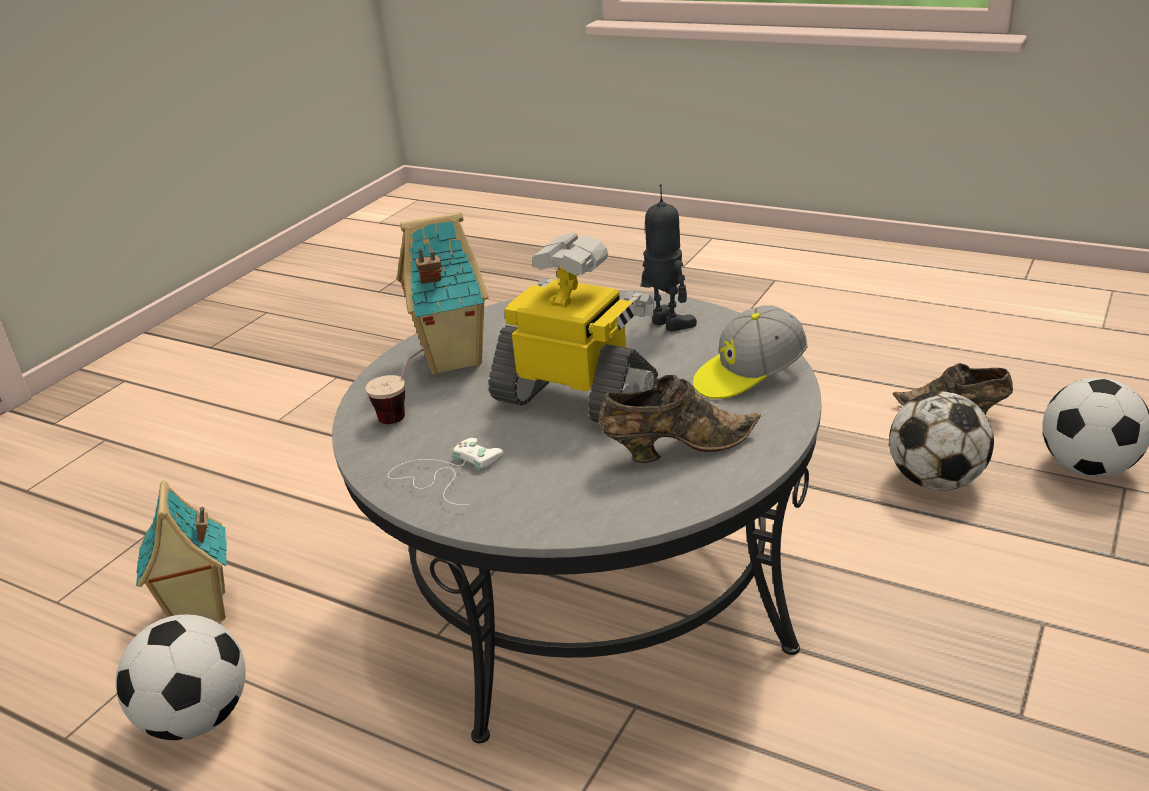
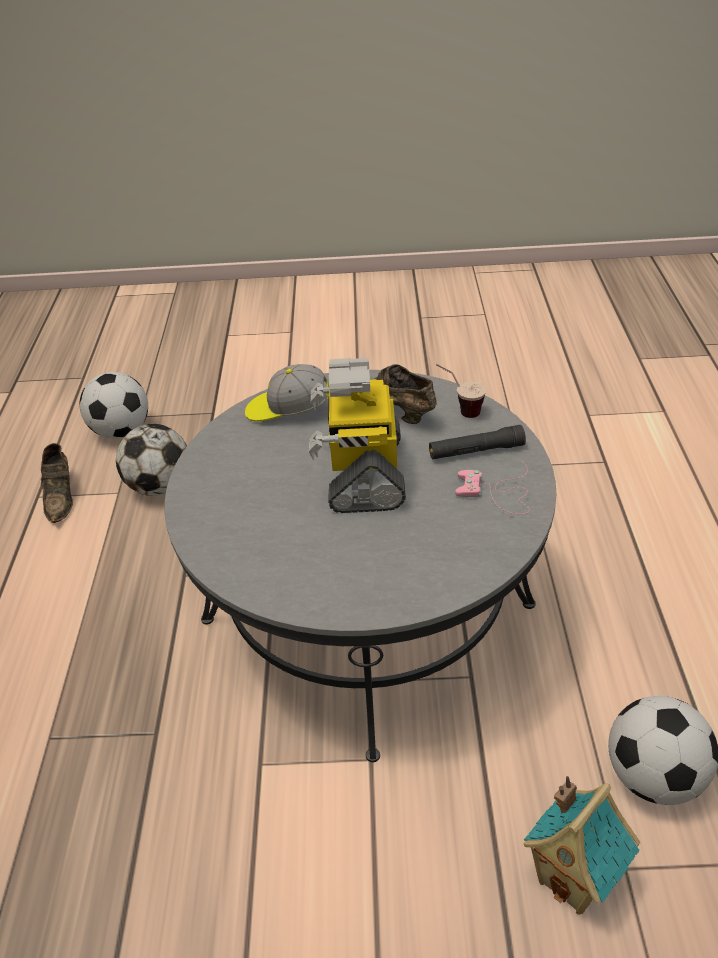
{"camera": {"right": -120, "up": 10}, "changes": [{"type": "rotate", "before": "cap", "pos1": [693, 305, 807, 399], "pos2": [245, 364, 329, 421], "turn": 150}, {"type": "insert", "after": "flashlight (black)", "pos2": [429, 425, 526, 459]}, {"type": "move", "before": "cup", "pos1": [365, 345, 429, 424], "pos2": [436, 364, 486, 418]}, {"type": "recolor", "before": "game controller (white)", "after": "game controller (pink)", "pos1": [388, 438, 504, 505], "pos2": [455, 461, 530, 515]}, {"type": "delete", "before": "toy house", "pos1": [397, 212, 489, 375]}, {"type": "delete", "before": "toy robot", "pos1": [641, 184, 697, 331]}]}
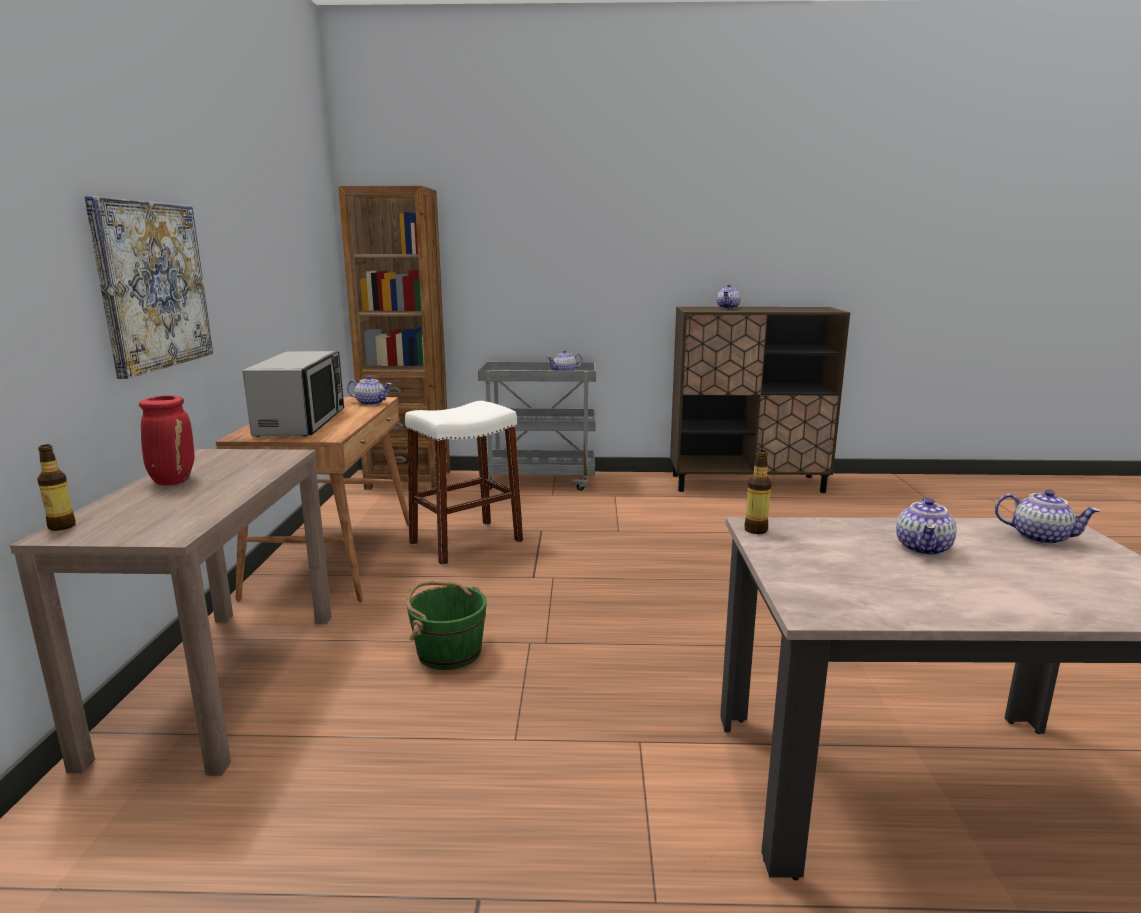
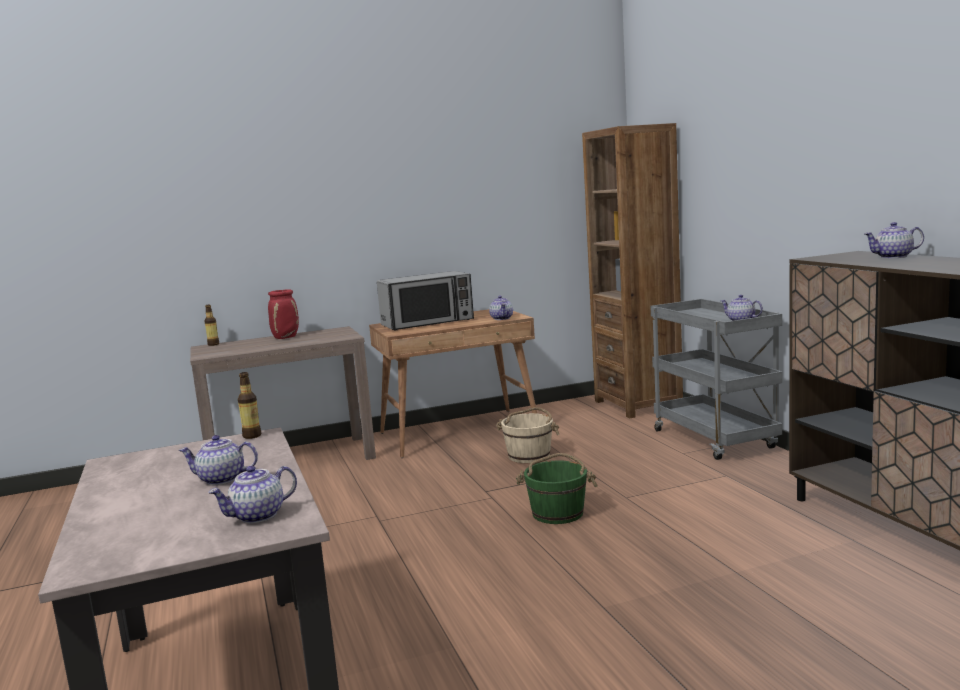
{"camera": {"right": 70, "up": -5}, "changes": [{"type": "rotate", "before": "teapot", "pos1": [995, 490, 1100, 545], "pos2": [209, 466, 297, 523], "turn": 45}, {"type": "replace", "before": "stool (white)", "after": "bucket (beige)", "pos1": [405, 401, 523, 565], "pos2": [496, 407, 559, 463]}, {"type": "move", "before": "bucket (green)", "pos1": [406, 581, 487, 670], "pos2": [516, 453, 598, 524]}, {"type": "delete", "before": "picture", "pos1": [84, 196, 213, 379]}]}
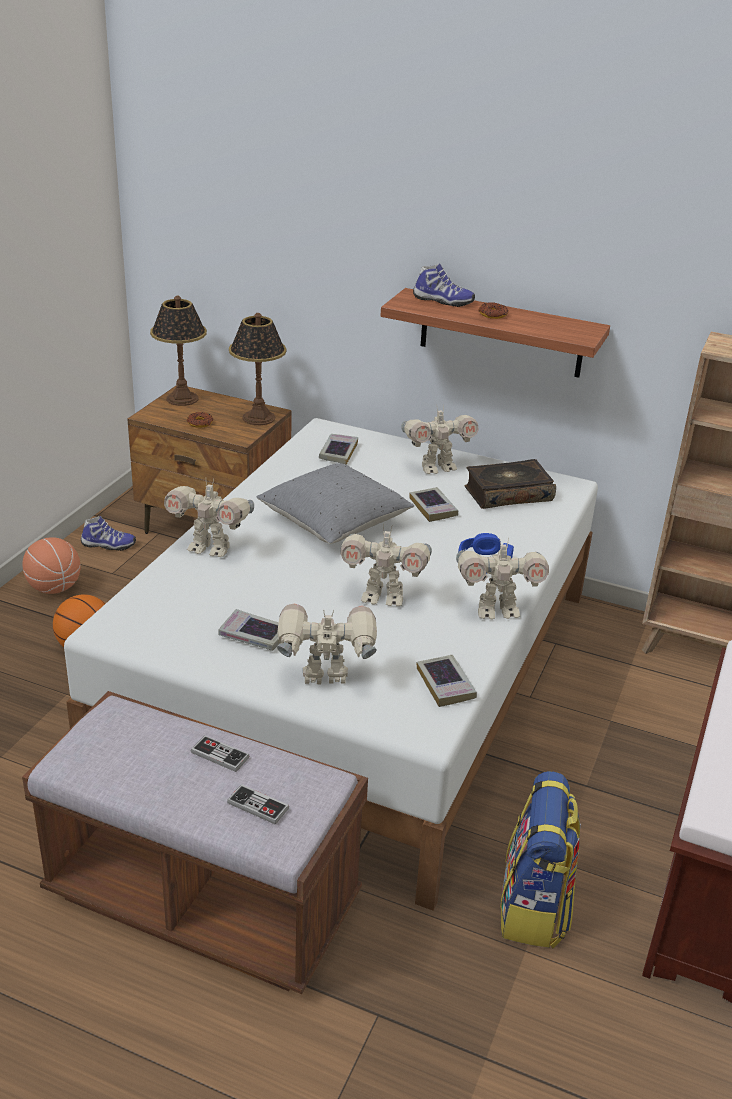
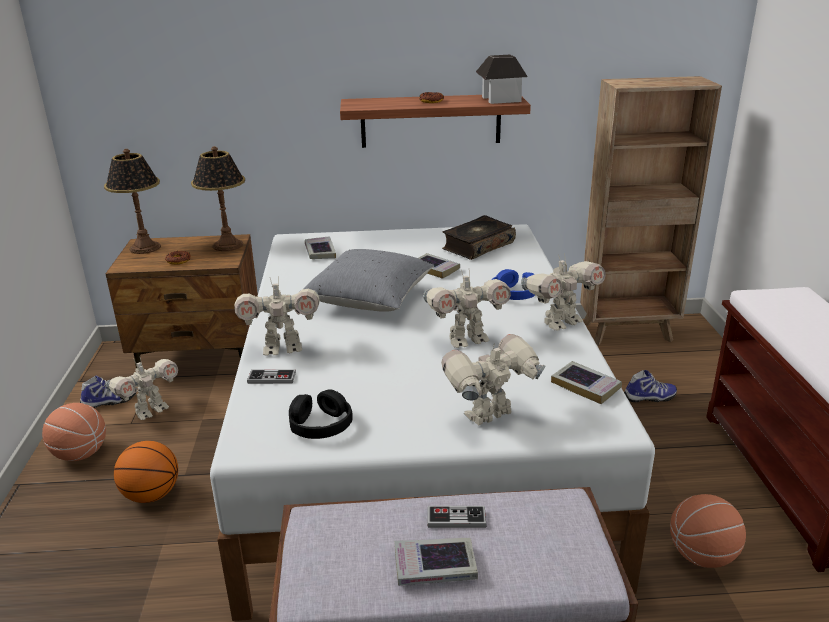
{"camera": {"right": -25, "up": -5}, "changes": [{"type": "move", "before": "toy robot", "pos1": [401, 404, 479, 474], "pos2": [106, 358, 178, 420]}, {"type": "move", "before": "game controller", "pos1": [227, 784, 289, 825], "pos2": [247, 369, 296, 384]}, {"type": "insert", "after": "headphones (black)", "pos2": [289, 389, 353, 439]}, {"type": "move", "before": "book", "pos1": [218, 609, 280, 651], "pos2": [394, 538, 478, 586]}, {"type": "insert", "after": "toy house", "pos2": [476, 55, 528, 104]}, {"type": "move", "before": "shoe", "pos1": [413, 264, 475, 307], "pos2": [624, 370, 677, 402]}, {"type": "replace", "before": "backpack", "after": "basketball", "pos1": [500, 771, 581, 948], "pos2": [670, 494, 746, 568]}]}
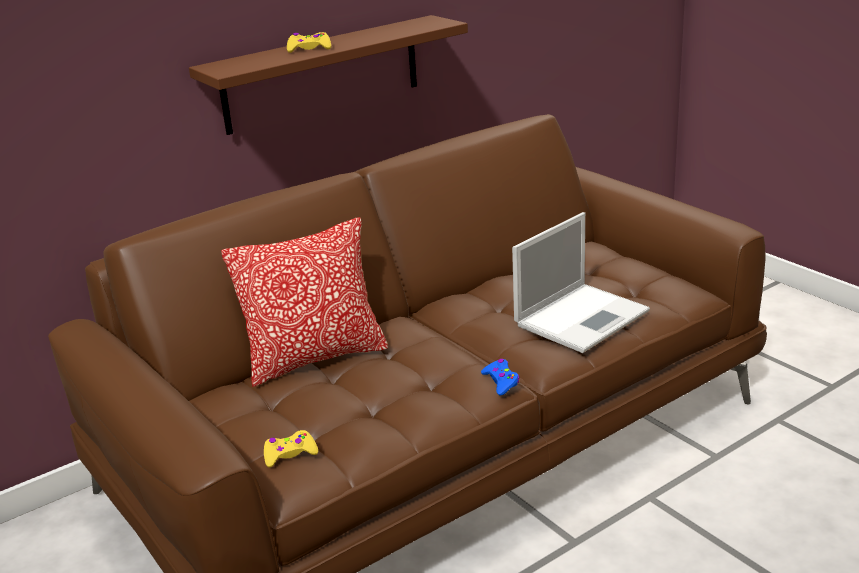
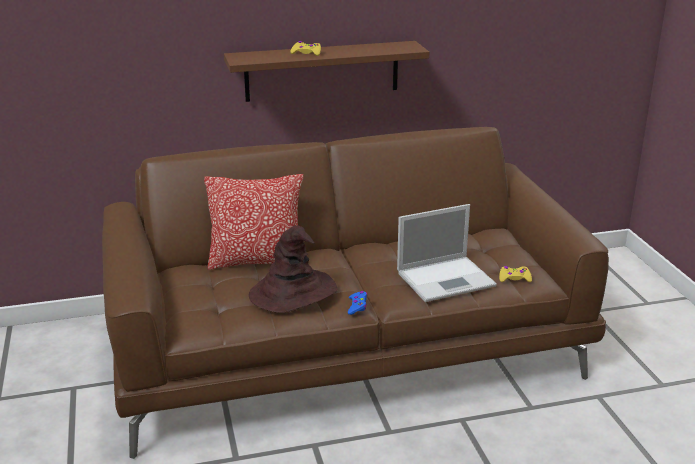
{"camera": {"right": 20, "up": 0}, "changes": [{"type": "insert", "after": "hat (brown)", "pos2": [249, 225, 338, 313]}, {"type": "move", "before": "game controller (yellow)", "pos1": [264, 430, 318, 467], "pos2": [499, 266, 532, 282]}]}
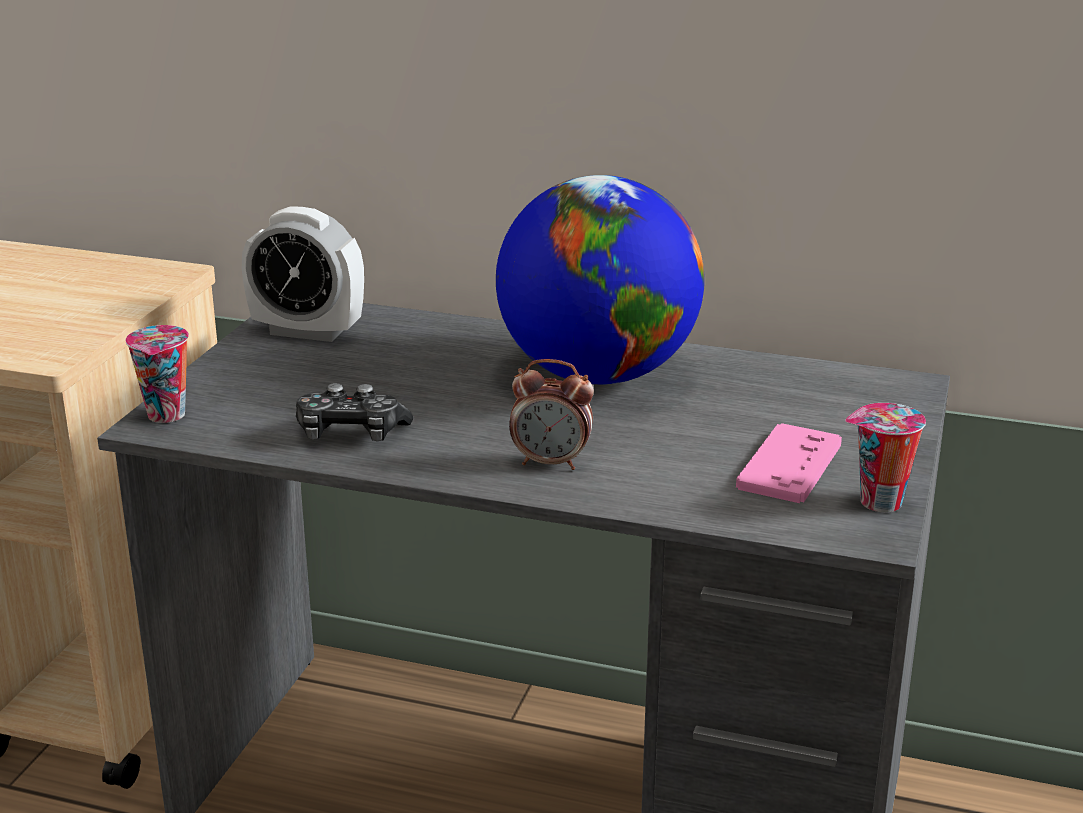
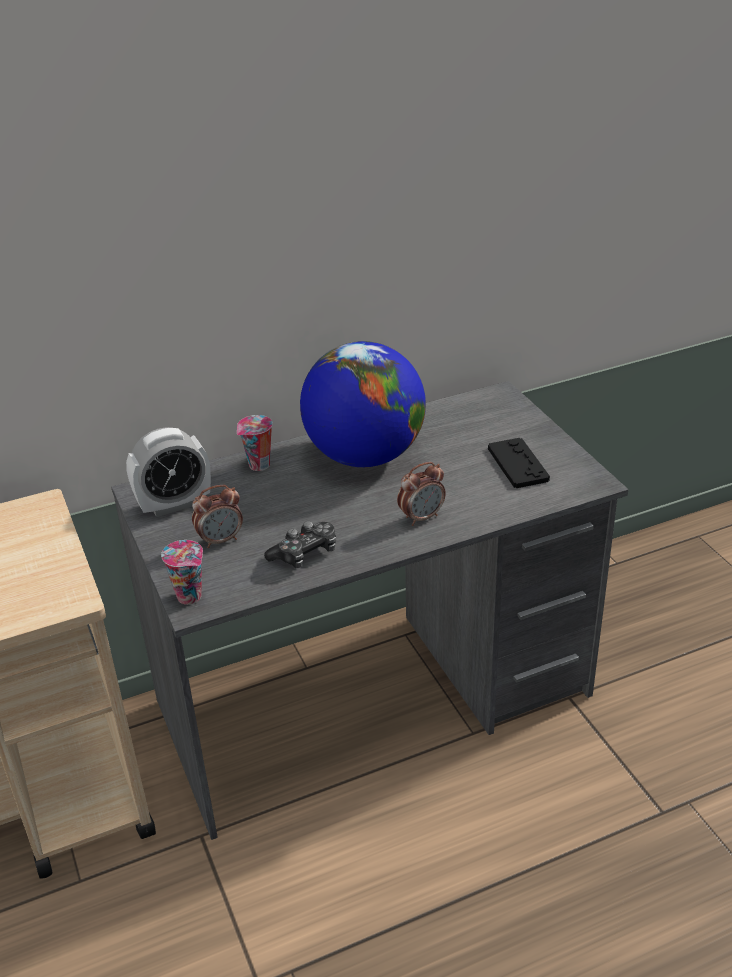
{"camera": {"right": -40, "up": 10}, "changes": [{"type": "insert", "after": "alarm clock", "pos2": [192, 485, 243, 548]}, {"type": "move", "before": "cup", "pos1": [845, 403, 926, 512], "pos2": [237, 415, 273, 471]}, {"type": "recolor", "before": "game controller (pink)", "after": "game controller (black)", "pos1": [736, 423, 842, 503], "pos2": [488, 438, 550, 488]}]}
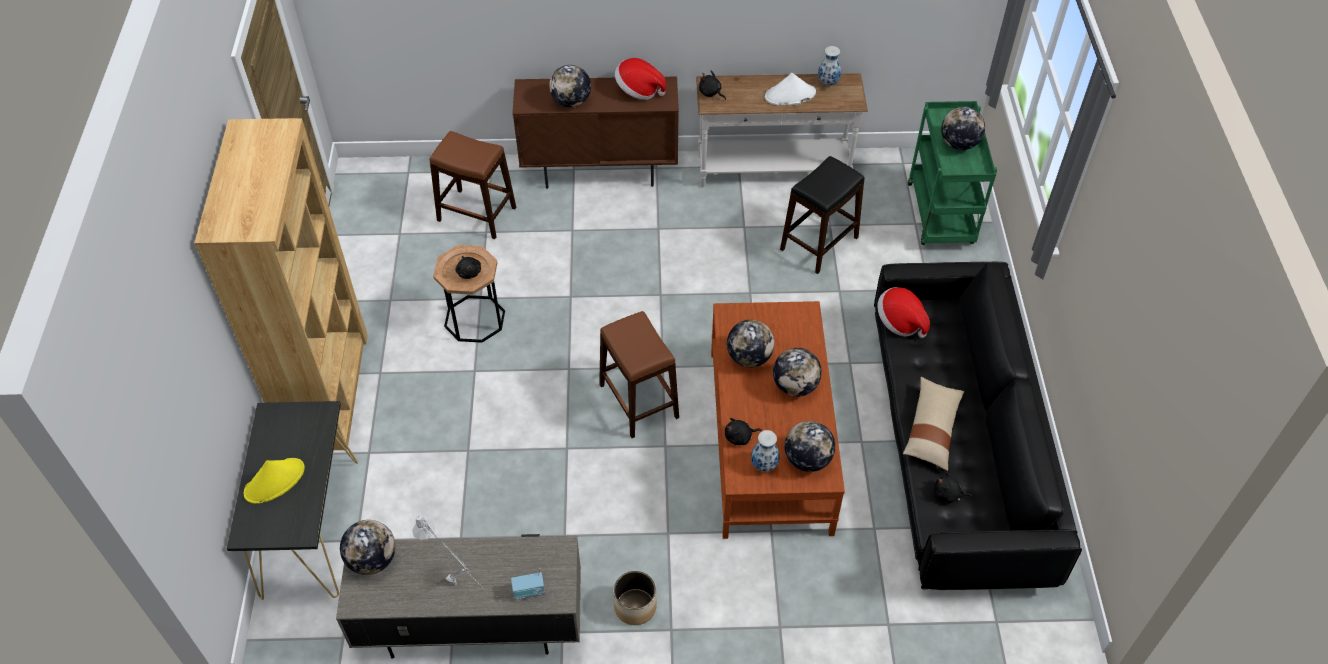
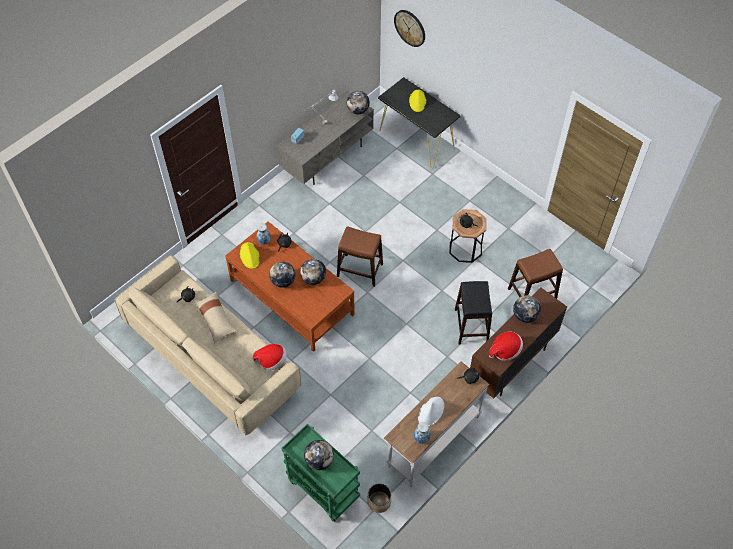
{"camera": {"right": 135, "up": 5}, "changes": [{"type": "recolor", "before": "sofa (black)", "after": "sofa (beige)", "pos1": [874, 262, 1082, 590], "pos2": [115, 255, 301, 435]}, {"type": "replace", "before": "globe", "after": "hat (yellow)", "pos1": [784, 421, 836, 472], "pos2": [240, 242, 260, 269]}, {"type": "move", "before": "planter", "pos1": [613, 571, 657, 625], "pos2": [367, 483, 391, 513]}, {"type": "insert", "after": "wall clock", "pos2": [394, 10, 425, 47]}, {"type": "move", "before": "stool (black)", "pos1": [780, 156, 865, 274], "pos2": [455, 281, 492, 345]}, {"type": "delete", "before": "bookcase (brown)", "pos1": [195, 118, 368, 450]}]}
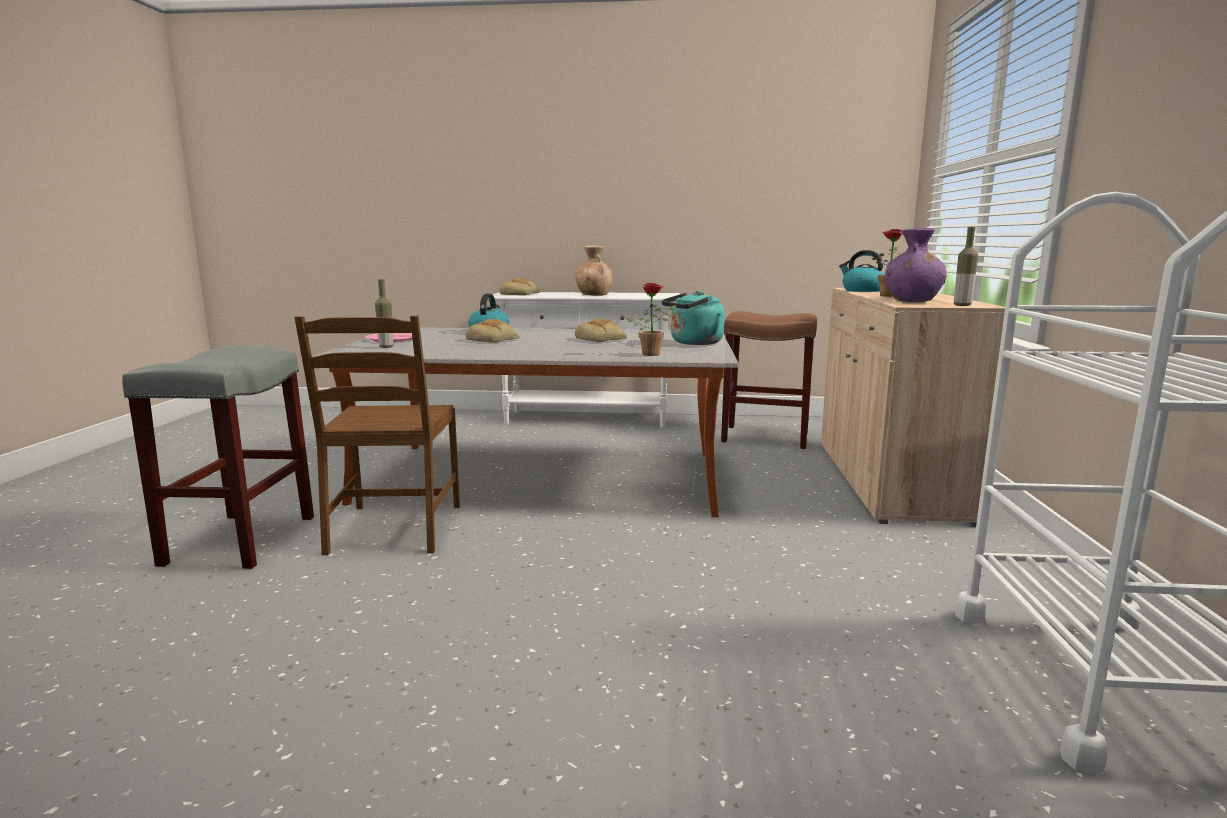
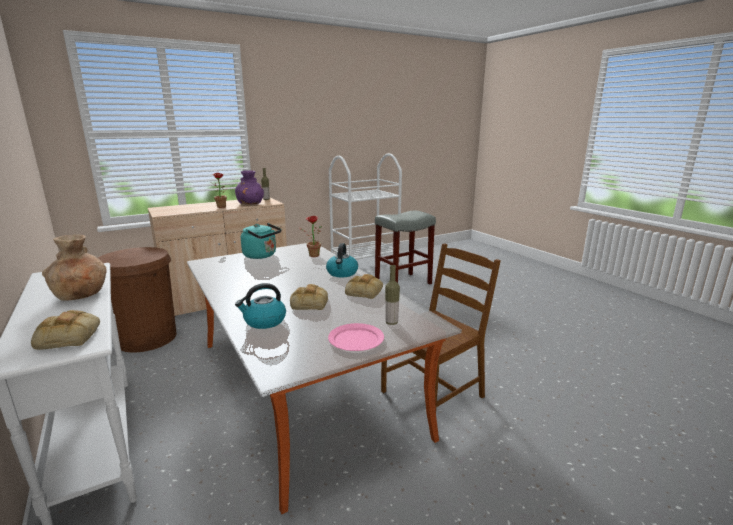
{"camera": {"right": -125, "up": 5}, "changes": [{"type": "replace", "before": "stool (brown)", "after": "trash can (brown)", "pos1": [721, 311, 817, 449], "pos2": [98, 247, 177, 353]}, {"type": "move", "before": "kettle", "pos1": [839, 250, 885, 292], "pos2": [326, 243, 358, 277]}, {"type": "move", "before": "bread", "pos1": [575, 318, 626, 342], "pos2": [345, 274, 383, 299]}, {"type": "move", "before": "stool (grey)", "pos1": [122, 346, 314, 569], "pos2": [375, 211, 436, 284]}]}
